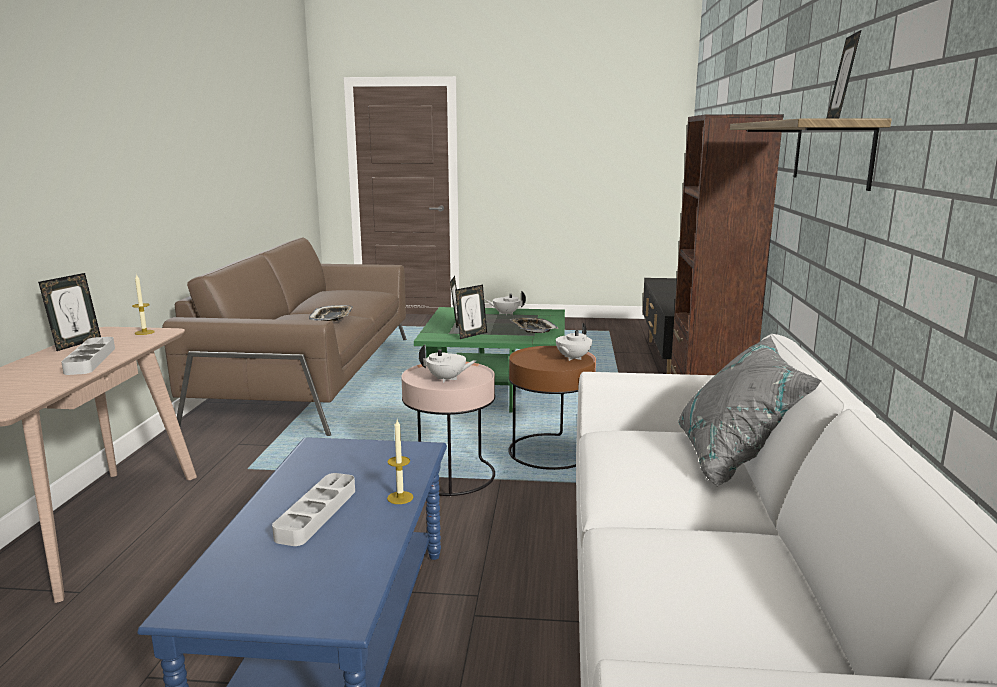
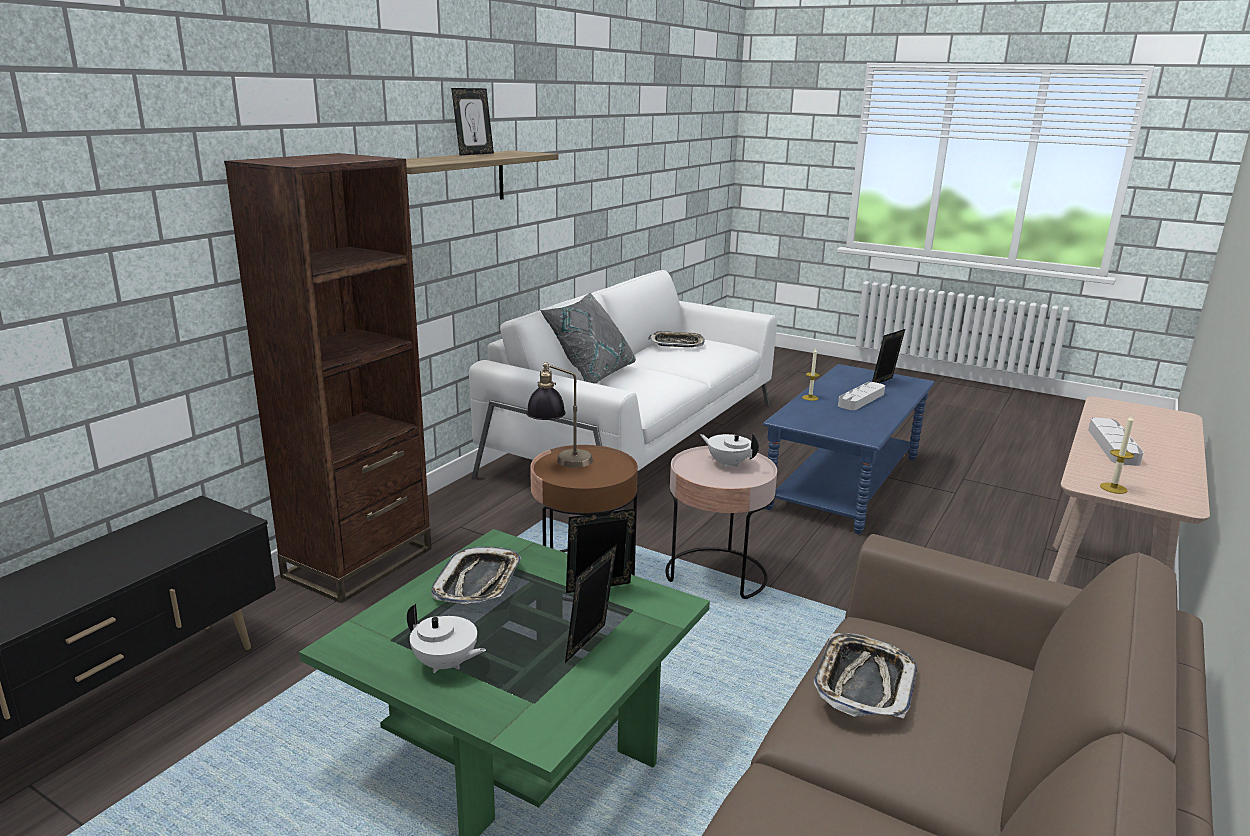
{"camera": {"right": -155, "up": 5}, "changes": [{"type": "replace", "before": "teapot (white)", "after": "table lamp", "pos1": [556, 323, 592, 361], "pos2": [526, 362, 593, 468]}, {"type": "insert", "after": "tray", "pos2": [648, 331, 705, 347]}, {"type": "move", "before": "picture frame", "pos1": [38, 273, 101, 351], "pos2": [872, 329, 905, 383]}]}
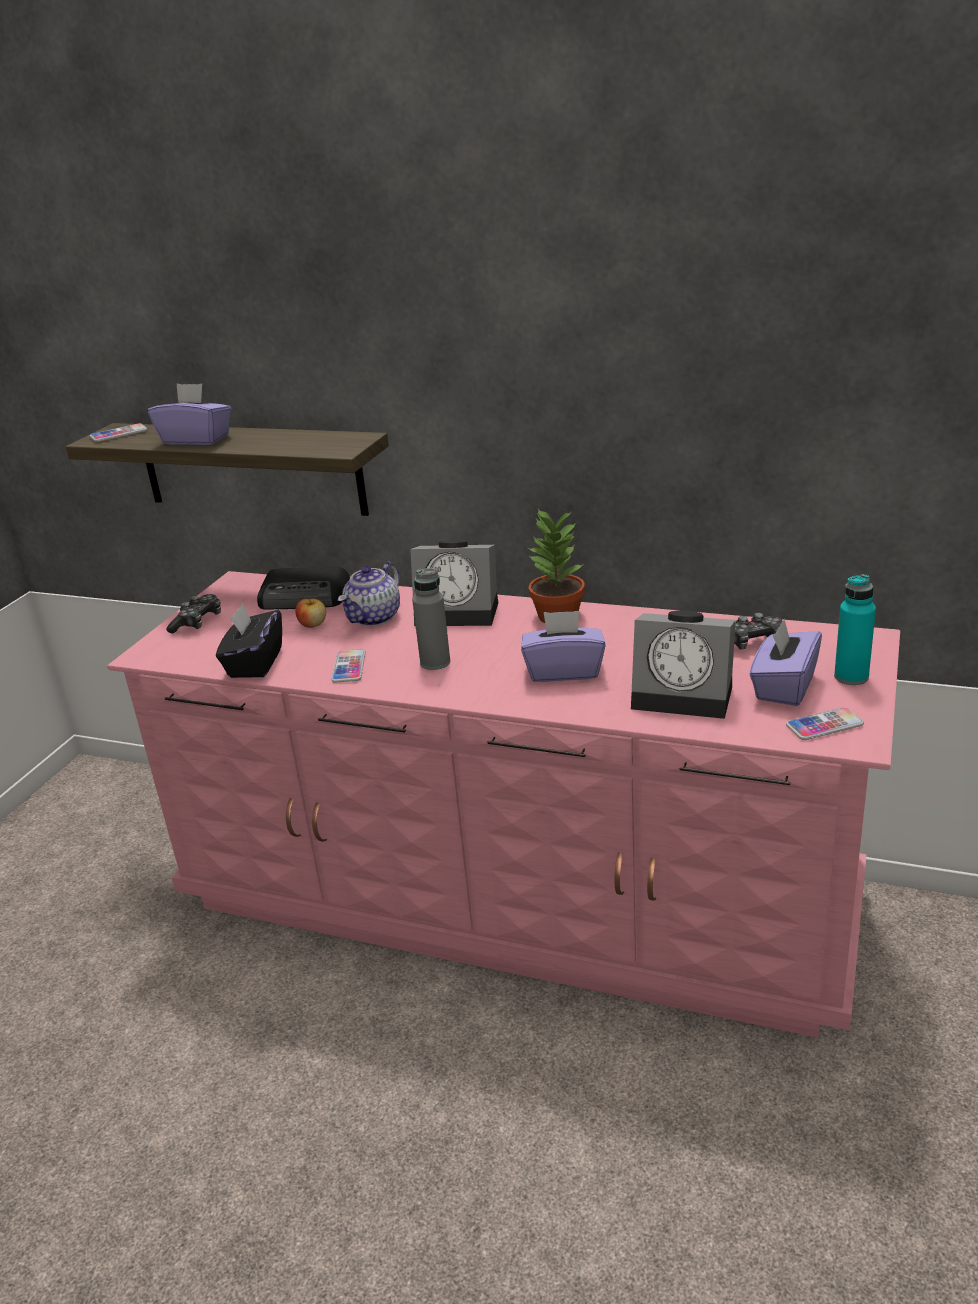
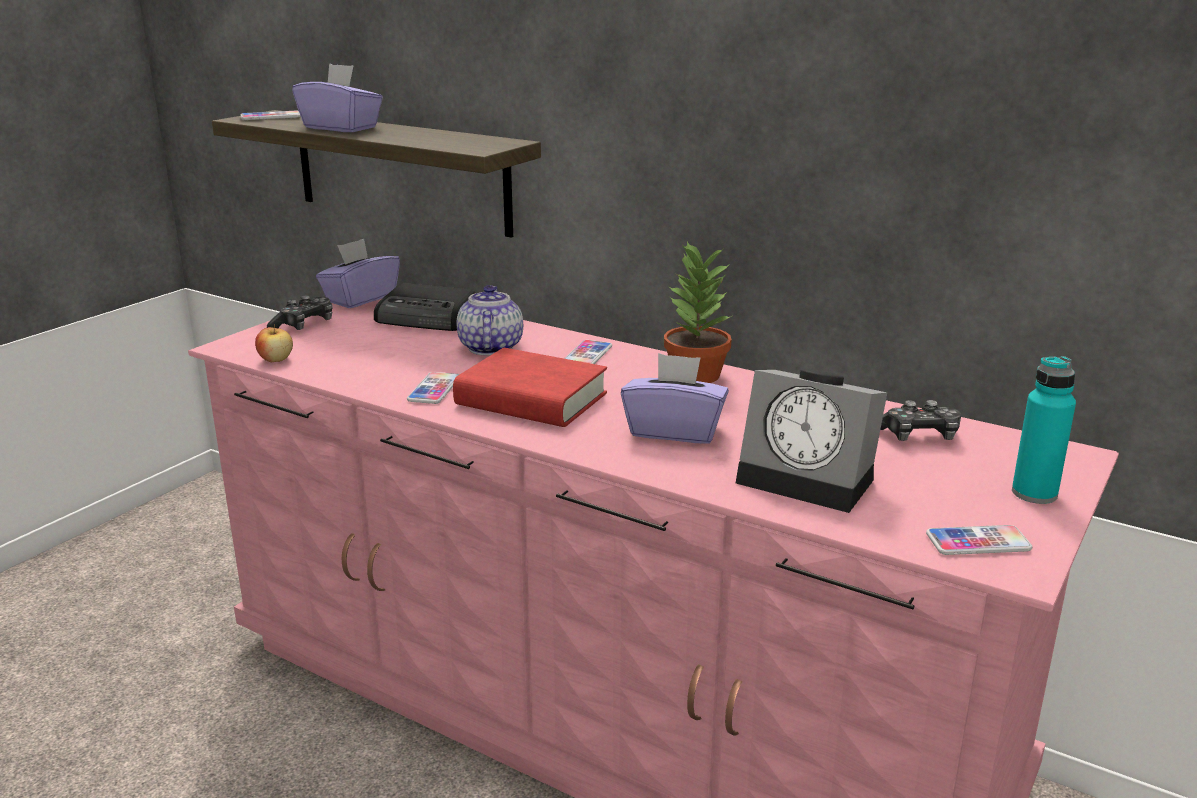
{"camera": {"right": 10, "up": -5}, "changes": [{"type": "move", "before": "apple", "pos1": [296, 597, 326, 628], "pos2": [255, 324, 293, 362]}, {"type": "move", "before": "tissue box (purple)", "pos1": [750, 619, 822, 706], "pos2": [316, 239, 400, 308]}, {"type": "replace", "before": "bottle (grey)", "after": "book (red)", "pos1": [412, 568, 450, 670], "pos2": [453, 348, 607, 427]}, {"type": "rotate", "before": "teapot", "pos1": [338, 562, 400, 626], "pos2": [457, 285, 523, 356], "turn": 135}, {"type": "replace", "before": "alarm clock", "after": "phone", "pos1": [410, 540, 498, 626], "pos2": [564, 340, 612, 364]}, {"type": "delete", "before": "tissue box (black)", "pos1": [216, 603, 282, 678]}]}
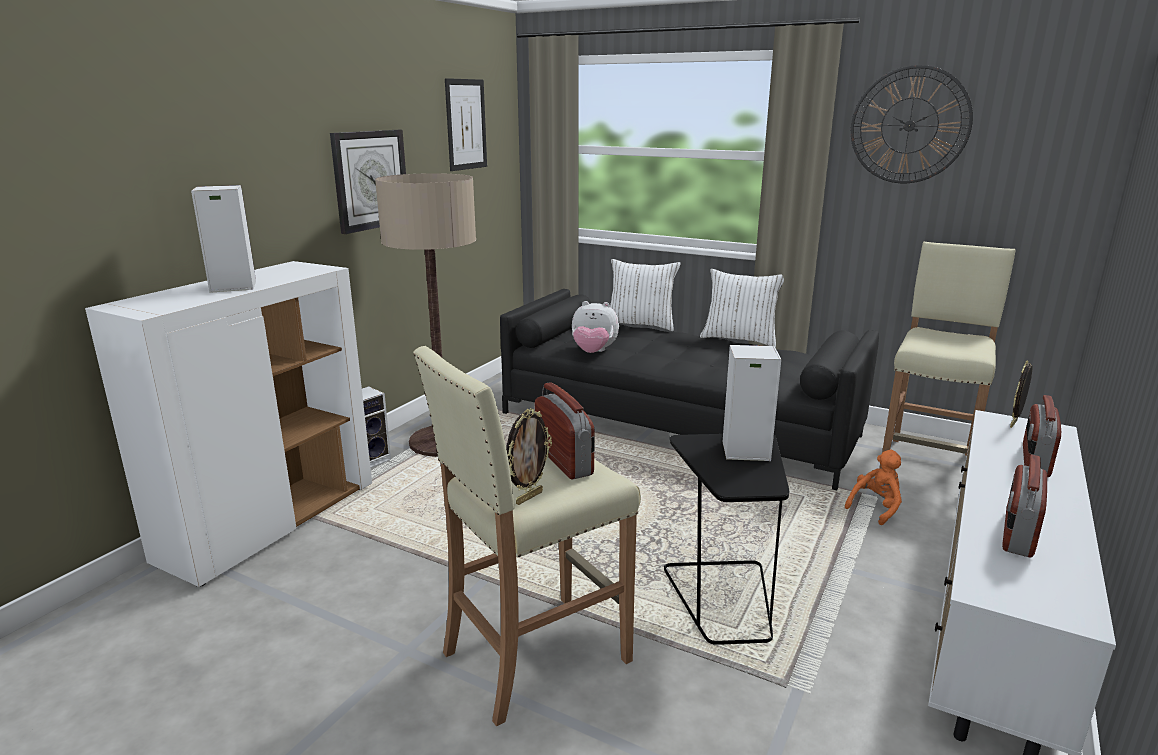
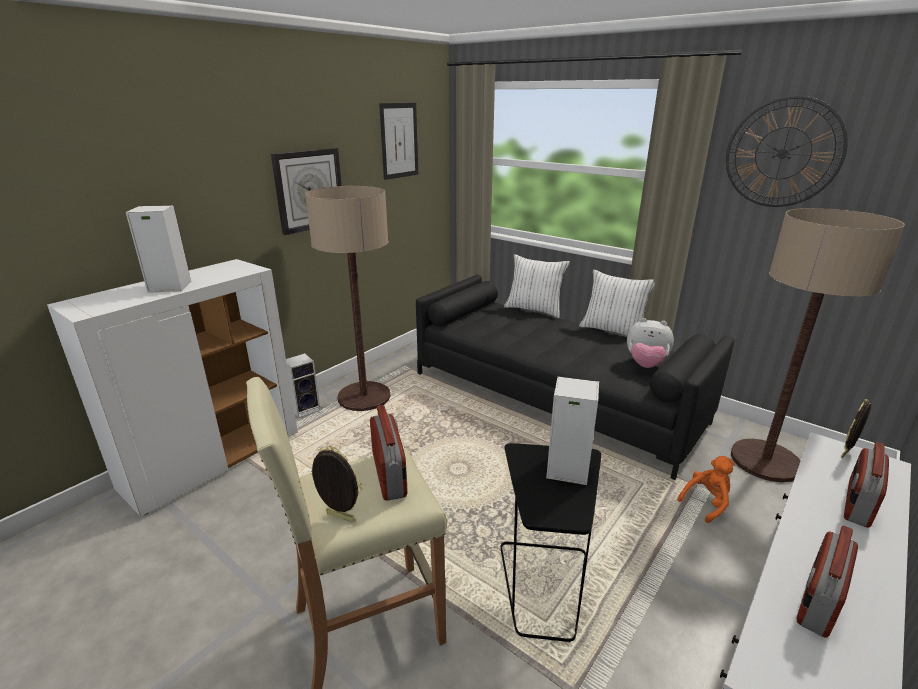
{"camera": {"right": 10, "up": 5}, "changes": [{"type": "rotate", "before": "picture frame", "pos1": [506, 408, 552, 505], "pos2": [311, 446, 362, 522], "turn": -120}, {"type": "move", "before": "plush toy", "pos1": [572, 301, 619, 353], "pos2": [627, 318, 674, 368]}, {"type": "replace", "before": "stool (beige)", "after": "floor lamp", "pos1": [880, 242, 1016, 469], "pos2": [731, 208, 905, 483]}]}
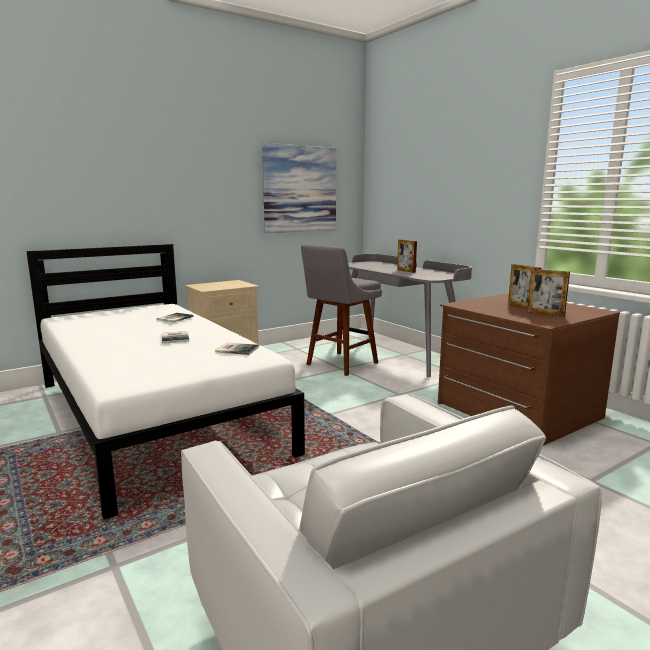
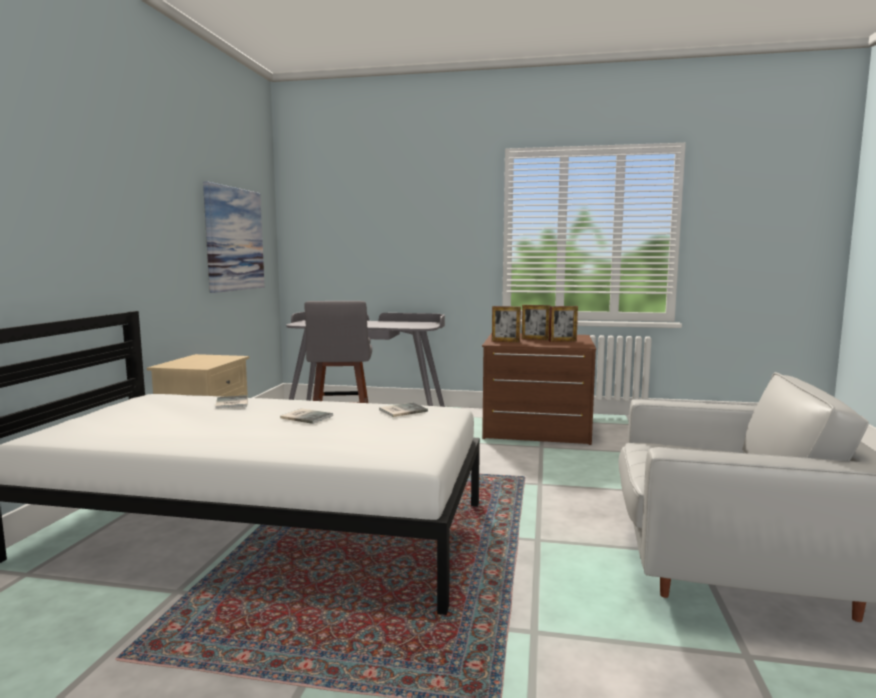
{"camera": {"right": -45, "up": -5}, "changes": [{"type": "move", "before": "picture frame", "pos1": [397, 240, 417, 273], "pos2": [492, 306, 521, 342]}]}
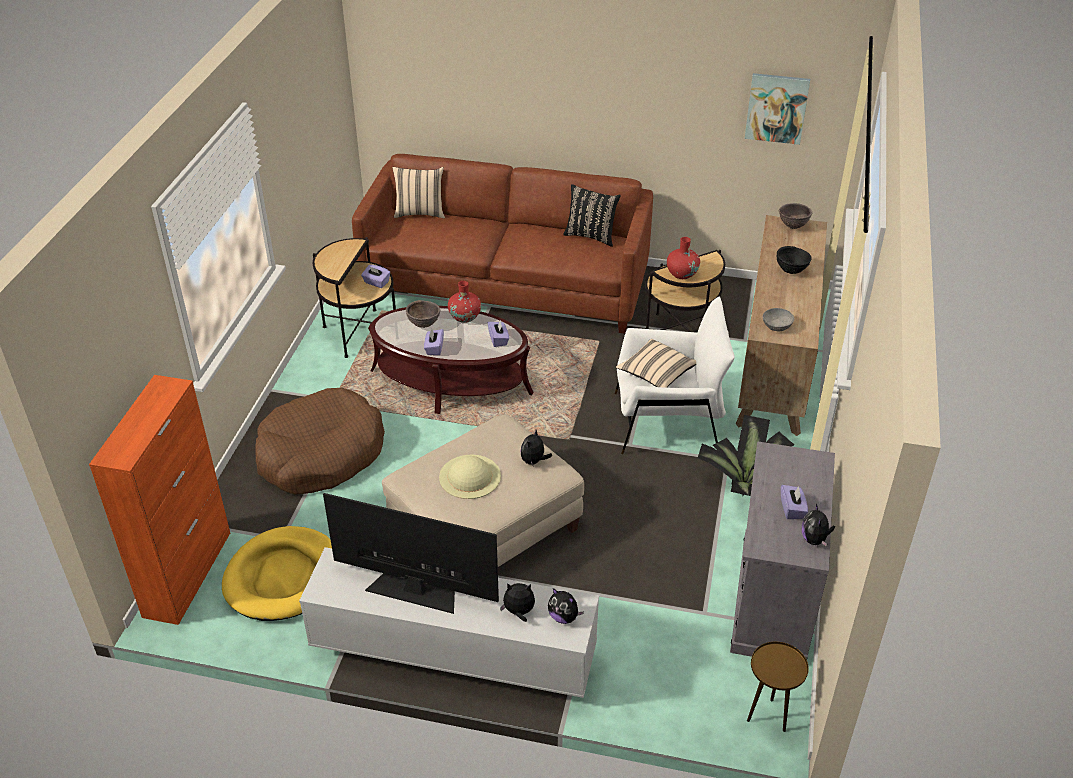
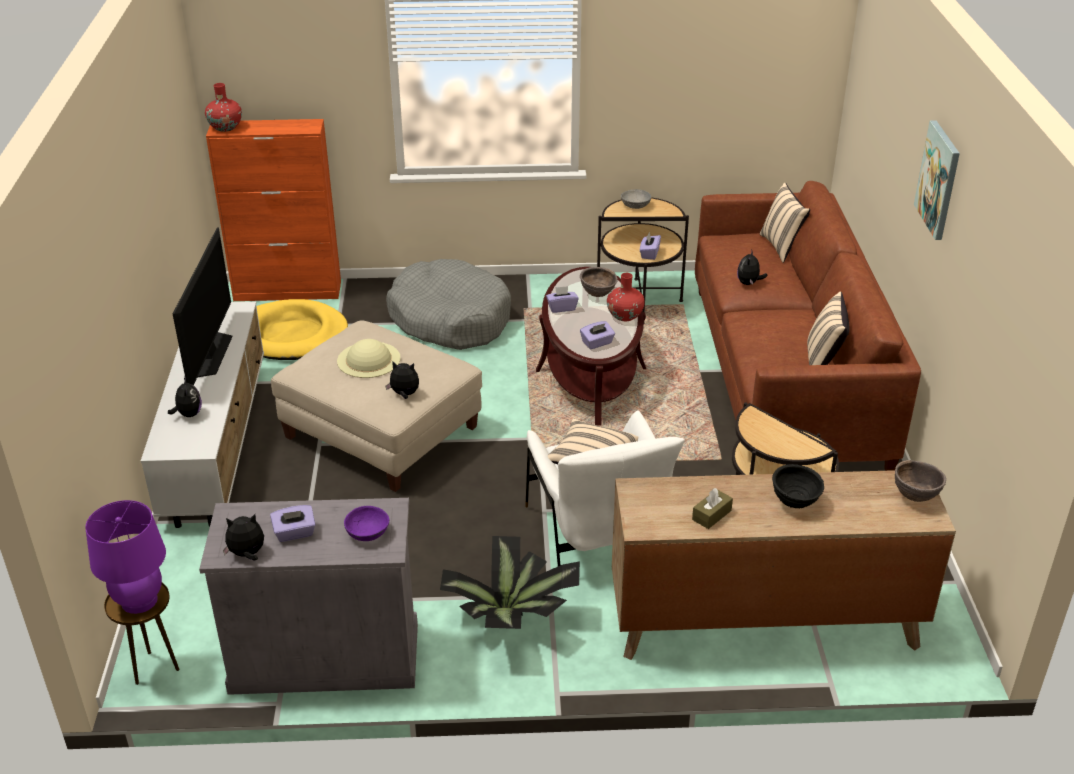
{"camera": {"right": 75, "up": -5}, "changes": [{"type": "insert", "after": "table lamp (purple)", "pos2": [85, 500, 166, 614]}, {"type": "move", "before": "vase (red)", "pos1": [667, 237, 700, 279], "pos2": [205, 83, 242, 132]}, {"type": "insert", "after": "bowl (purple)", "pos2": [344, 506, 389, 541]}, {"type": "recolor", "before": "dog bed (brown)", "after": "dog bed (grey)", "pos1": [255, 388, 385, 495], "pos2": [386, 259, 511, 350]}, {"type": "move", "before": "bowl (grey)", "pos1": [763, 308, 794, 331], "pos2": [621, 189, 651, 209]}, {"type": "insert", "after": "tissue box (brown)", "pos2": [692, 488, 733, 529]}, {"type": "move", "before": "plush toy", "pos1": [548, 588, 584, 624], "pos2": [737, 252, 767, 285]}, {"type": "recolor", "before": "pillow (black)", "after": "pillow (beige)", "pos1": [563, 184, 621, 247], "pos2": [807, 291, 849, 365]}, {"type": "move", "before": "picture", "pos1": [745, 73, 810, 145], "pos2": [914, 120, 960, 240]}]}
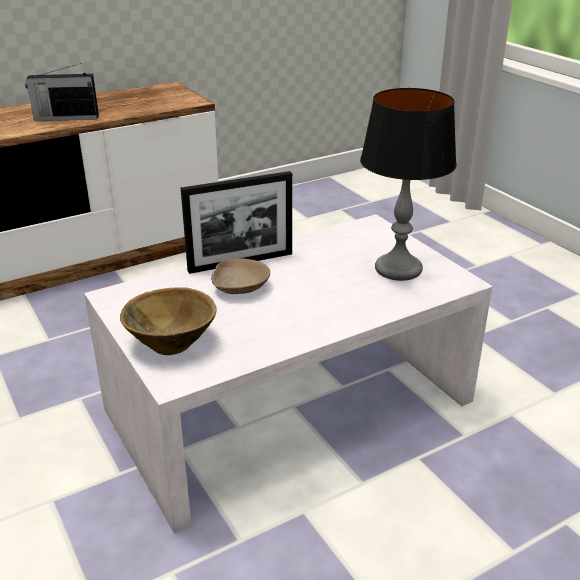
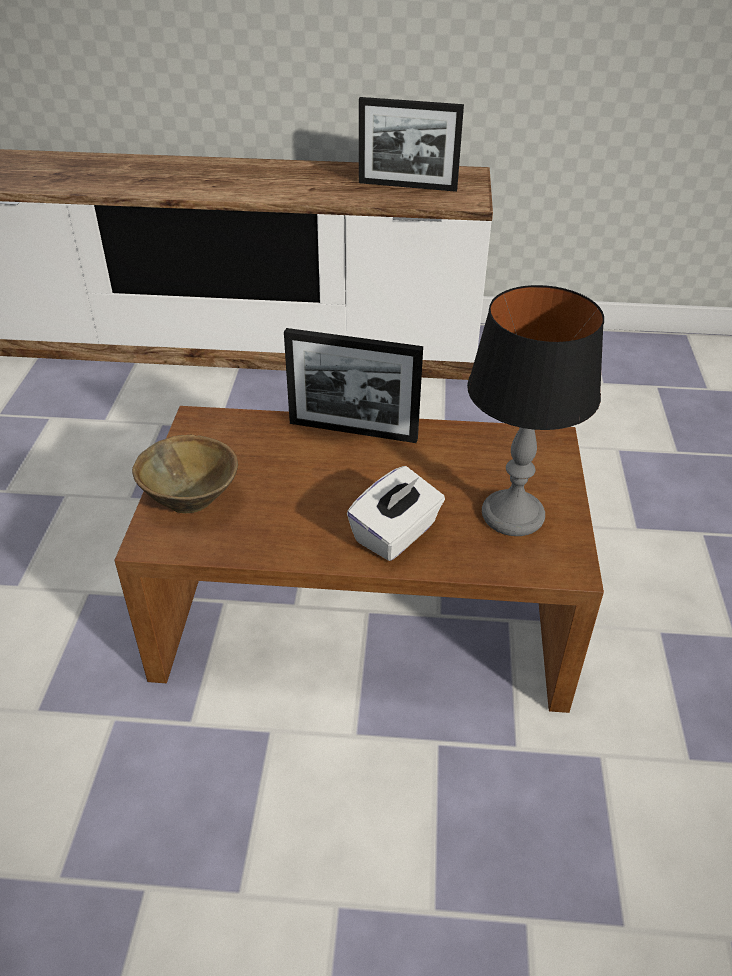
{"camera": {"right": 35, "up": 10}, "changes": [{"type": "recolor", "before": "coffee table (white)", "after": "coffee table (brown)", "pos1": [84, 214, 492, 533], "pos2": [114, 406, 604, 713]}, {"type": "insert", "after": "tissue box (white)", "pos2": [347, 466, 445, 561]}, {"type": "insert", "after": "picture frame", "pos2": [359, 97, 464, 192]}, {"type": "delete", "before": "radio", "pos1": [25, 63, 99, 121]}, {"type": "delete", "before": "bowl (beige)", "pos1": [211, 258, 270, 294]}]}
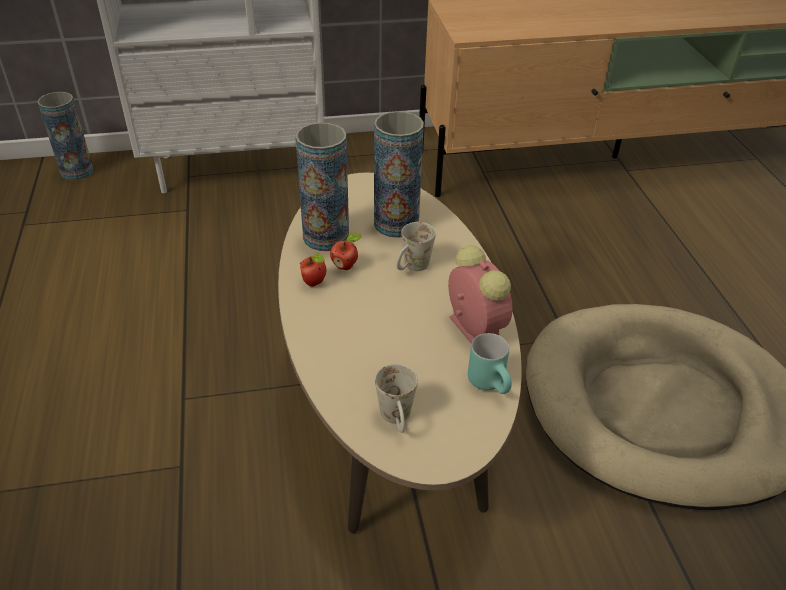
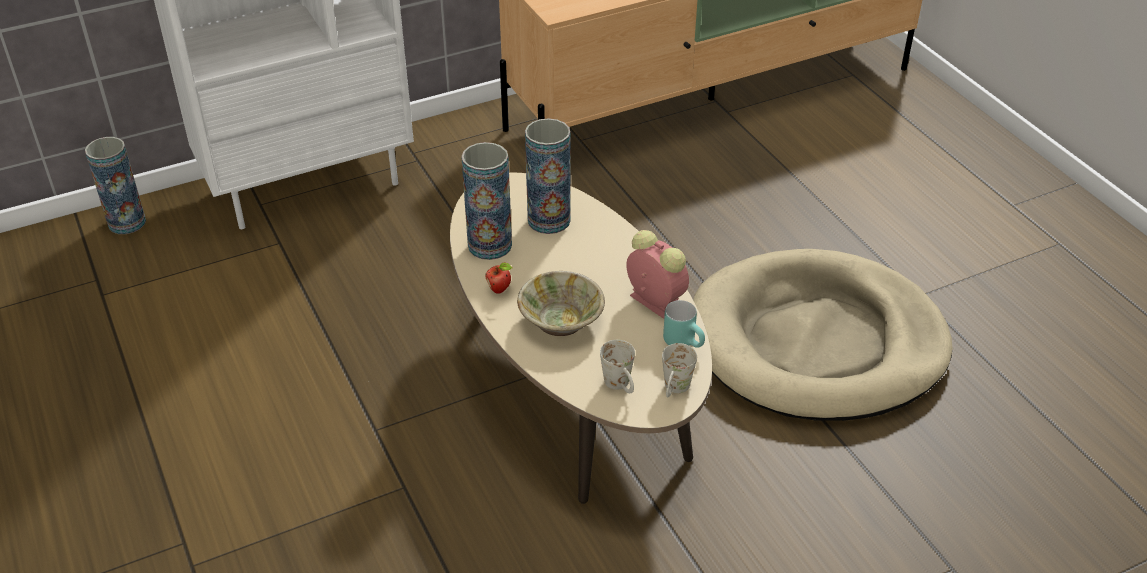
{"camera": {"right": -15, "up": 0}, "changes": [{"type": "insert", "after": "bowl (beige)", "pos2": [517, 271, 605, 336]}, {"type": "move", "before": "mug (white)", "pos1": [396, 222, 436, 271], "pos2": [662, 343, 697, 397]}, {"type": "delete", "before": "apple", "pos1": [330, 233, 362, 270]}]}
